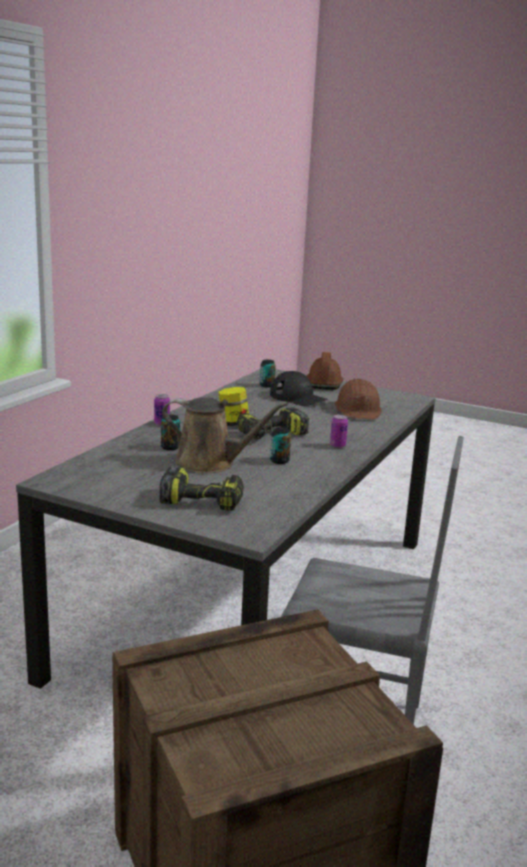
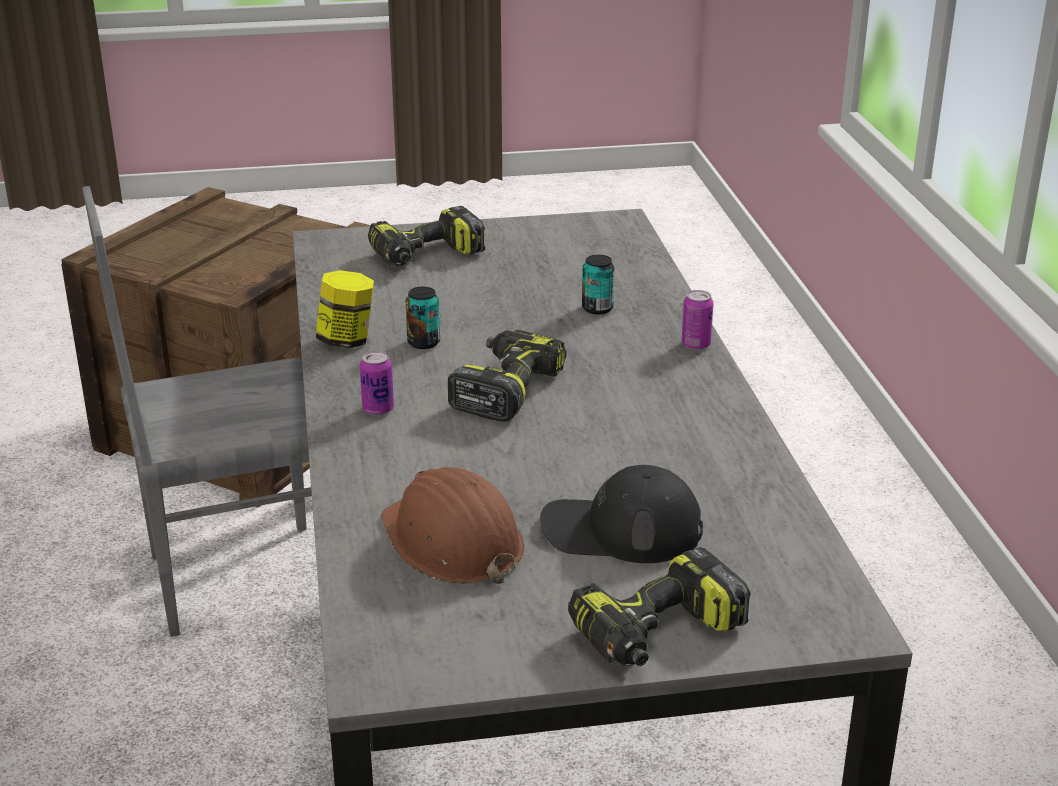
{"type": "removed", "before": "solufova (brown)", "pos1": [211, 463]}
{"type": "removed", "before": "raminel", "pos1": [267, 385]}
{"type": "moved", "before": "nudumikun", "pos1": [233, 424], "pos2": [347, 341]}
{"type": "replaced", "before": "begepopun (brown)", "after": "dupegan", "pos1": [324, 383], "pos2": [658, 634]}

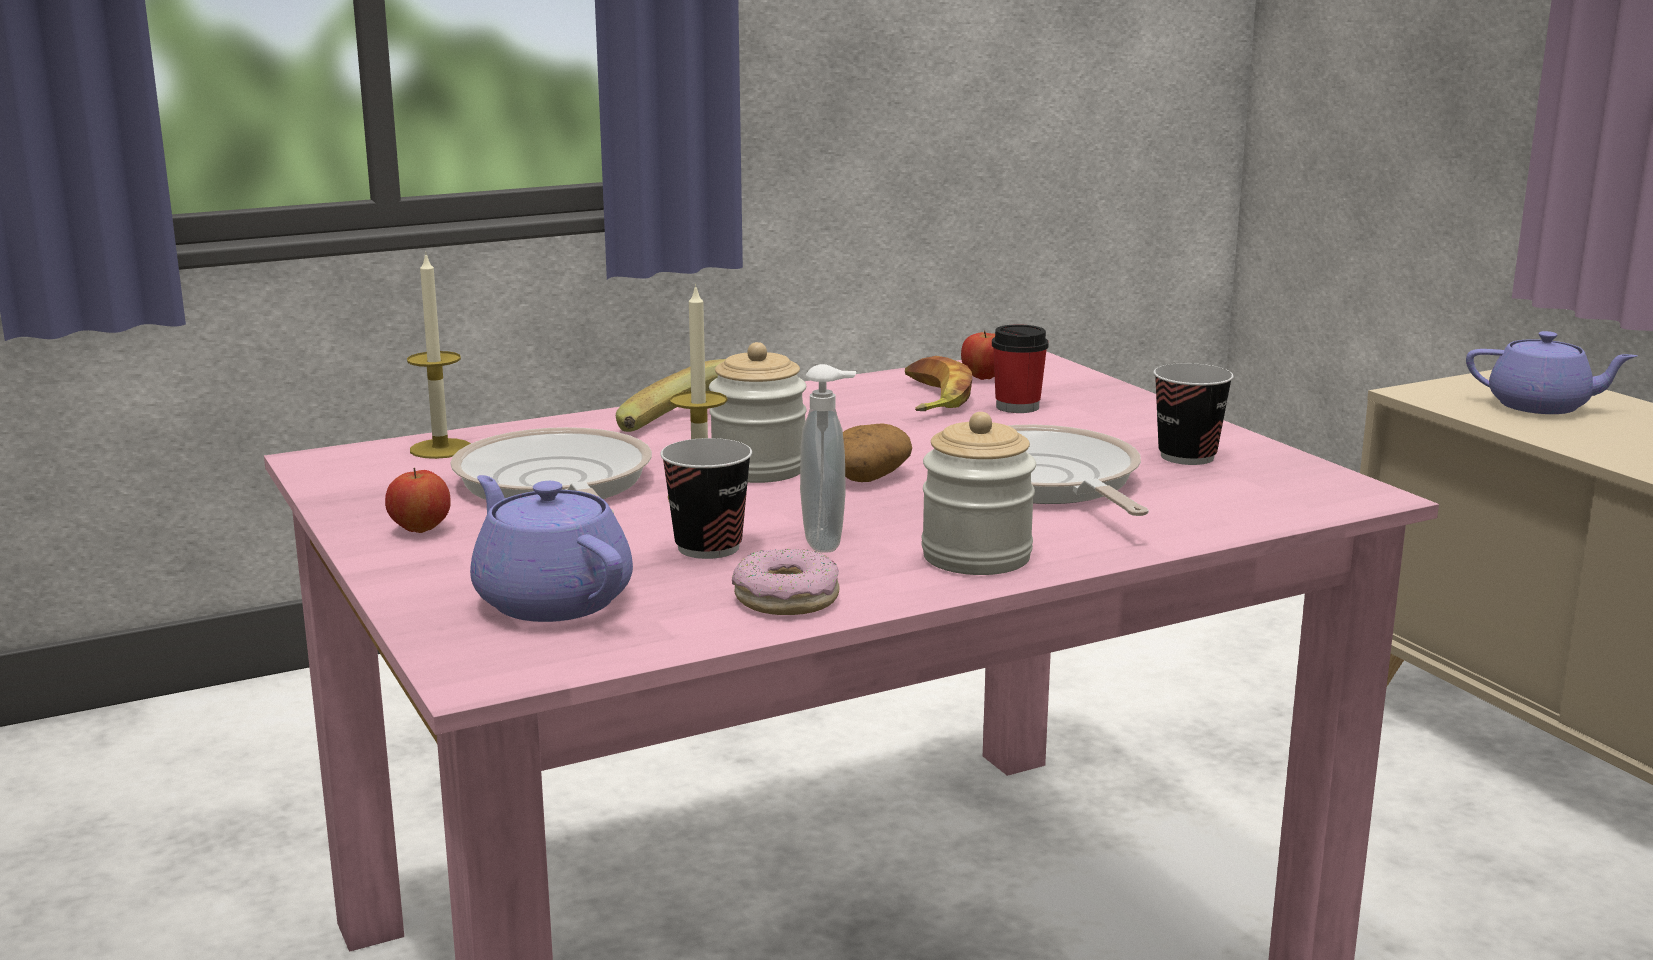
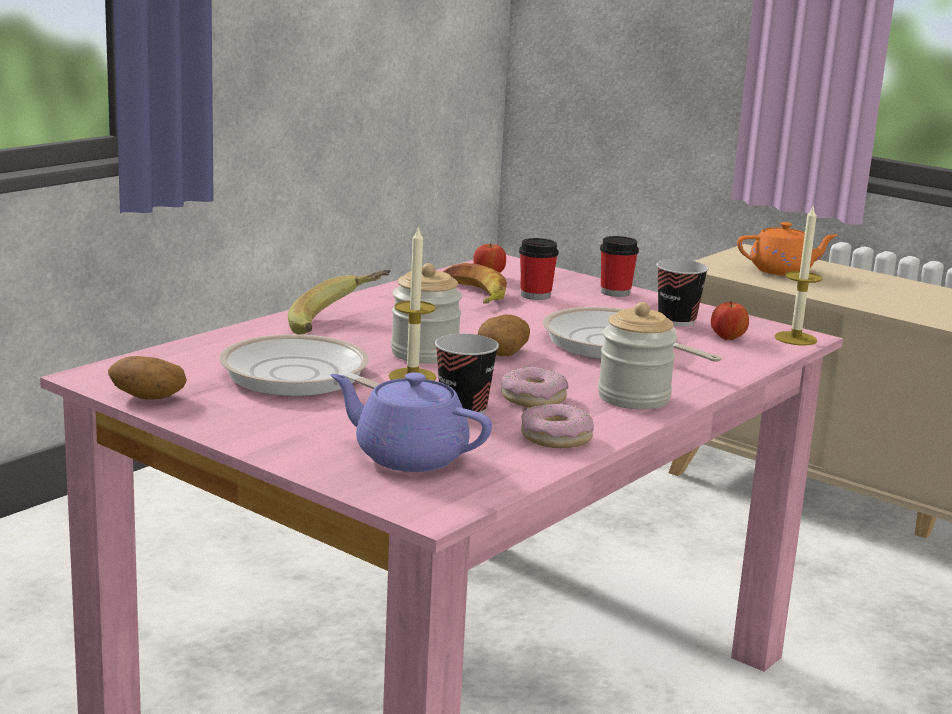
{"type": "added", "after": "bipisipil", "pos2": [147, 397]}
{"type": "added", "after": "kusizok", "pos2": [615, 292]}
{"type": "moved", "before": "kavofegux", "pos1": [420, 530], "pos2": [728, 338]}
{"type": "moved", "before": "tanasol", "pos1": [440, 449], "pos2": [795, 338]}
{"type": "replaced", "before": "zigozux", "after": "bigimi", "pos1": [827, 542], "pos2": [533, 398]}
{"type": "recoloured", "before": "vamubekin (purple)", "after": "vamubekin (orange)", "pos1": [1541, 406], "pos2": [782, 271]}

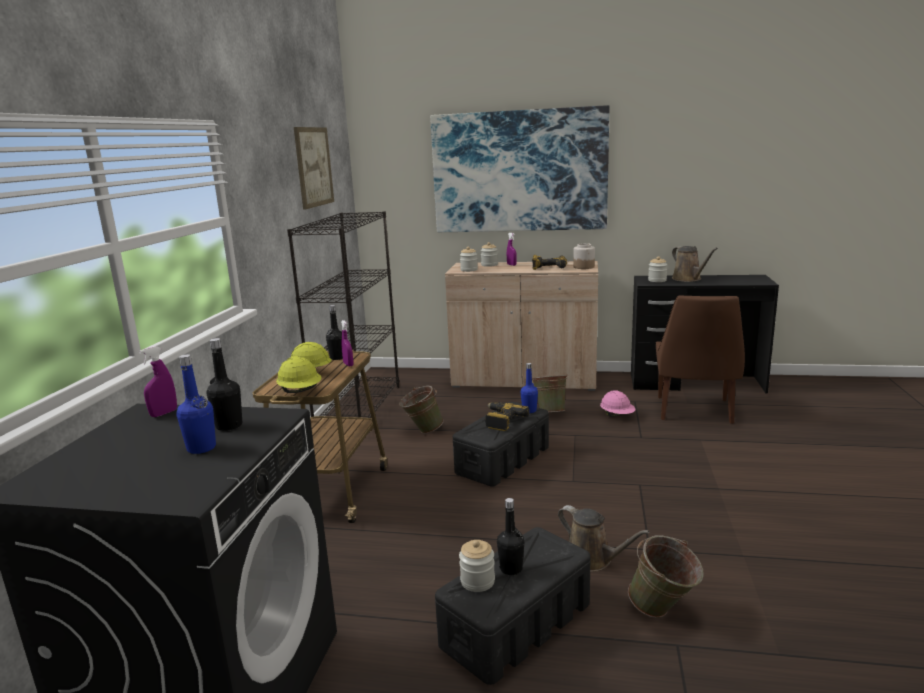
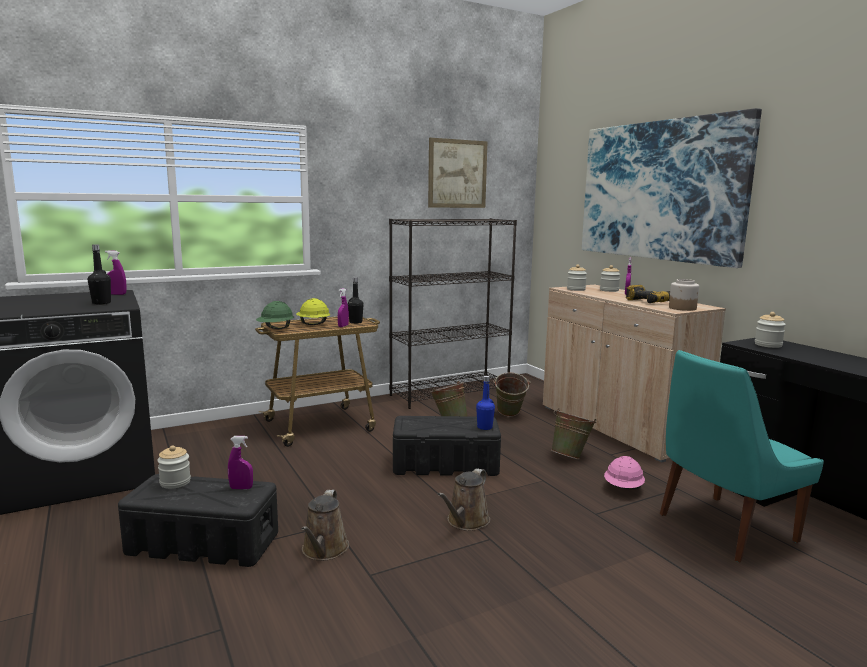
{"type": "removed", "before": "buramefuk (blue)", "pos1": [201, 448]}
{"type": "removed", "before": "dupegan", "pos1": [501, 421]}
{"type": "removed", "before": "buramefuk (black)", "pos1": [511, 569]}
{"type": "added", "after": "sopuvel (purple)", "pos2": [241, 488]}
{"type": "moved", "before": "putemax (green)", "pos1": [663, 612], "pos2": [509, 416]}
{"type": "moved", "before": "solufova (brown)", "pos1": [688, 279], "pos2": [466, 522]}
{"type": "recoloured", "before": "begepopun (yellow)", "after": "begepopun (green)", "pos1": [300, 392], "pos2": [275, 329]}
{"type": "recoloured", "before": "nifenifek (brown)", "after": "nifenifek (turquoise)", "pos1": [694, 411], "pos2": [722, 528]}

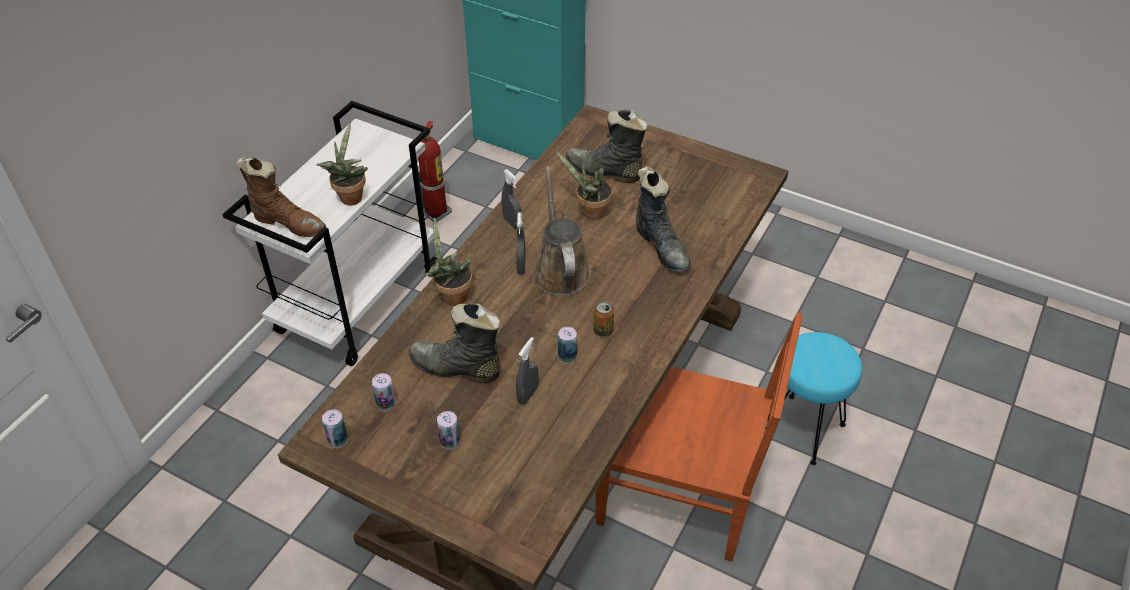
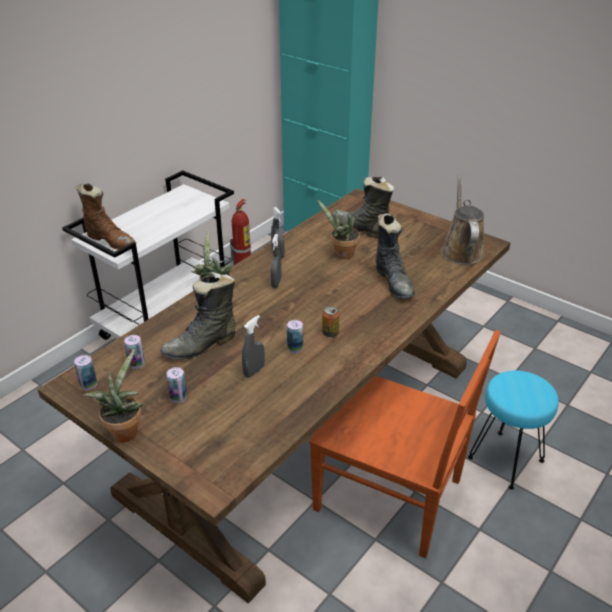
{"type": "moved", "before": "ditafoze", "pos1": [350, 196], "pos2": [124, 430]}
{"type": "moved", "before": "solufova (brown)", "pos1": [560, 270], "pos2": [461, 250]}
{"type": "turned", "before": "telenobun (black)", "pos1": [456, 368], "pos2": [202, 346], "turn": -60}

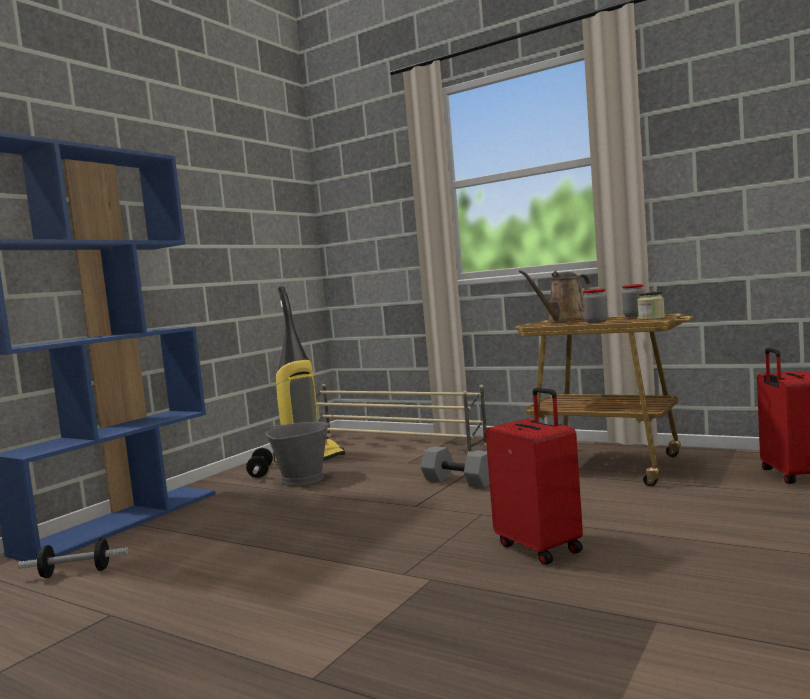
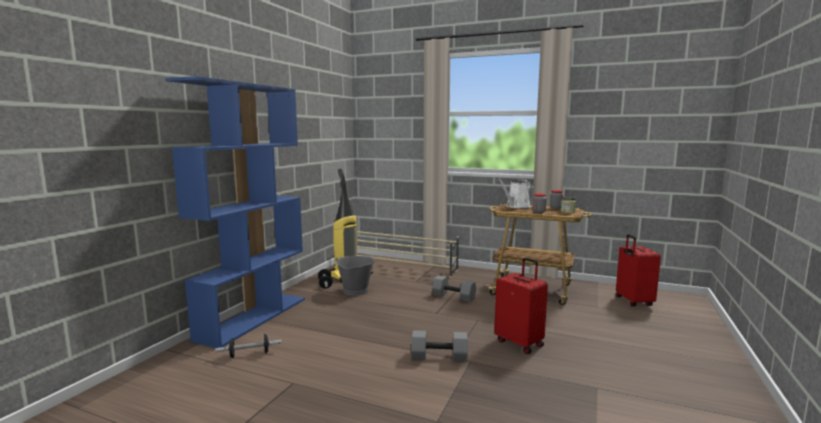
{"type": "added", "after": "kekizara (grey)", "pos2": [438, 357]}
{"type": "recoloured", "before": "solufova (brown)", "after": "solufova (white)", "pos1": [565, 320], "pos2": [516, 206]}

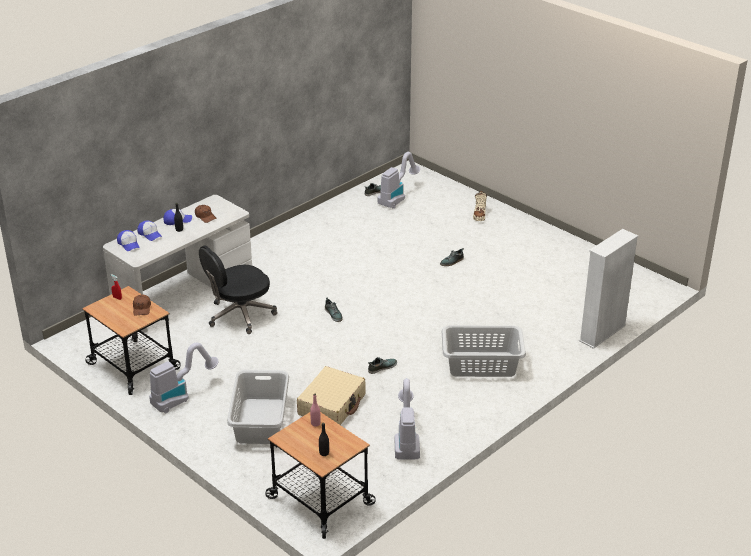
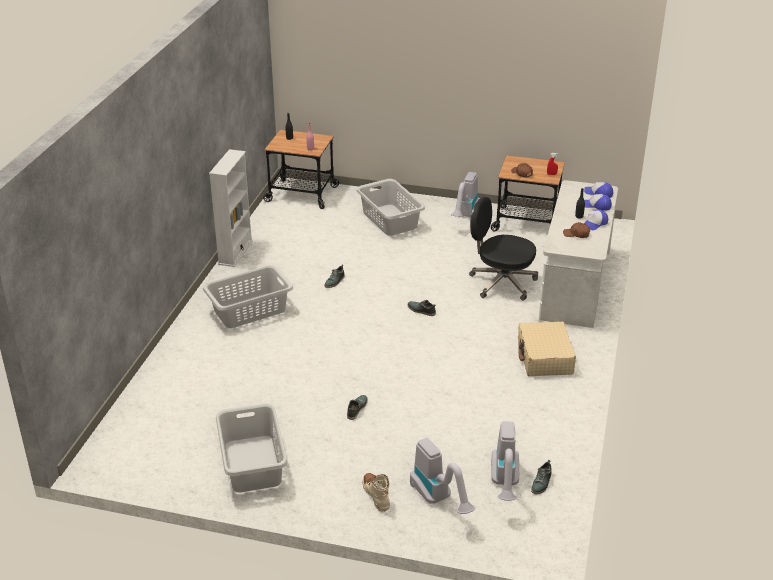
{"type": "added", "after": "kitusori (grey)", "pos2": [252, 464]}
{"type": "moved", "before": "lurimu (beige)", "pos1": [332, 405], "pos2": [544, 357]}
{"type": "moved", "before": "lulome", "pos1": [406, 439], "pos2": [439, 499]}
{"type": "moved", "before": "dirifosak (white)", "pos1": [602, 333], "pos2": [235, 252]}
{"type": "turned", "before": "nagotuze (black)", "pos1": [239, 315], "pos2": [501, 283], "turn": -90}

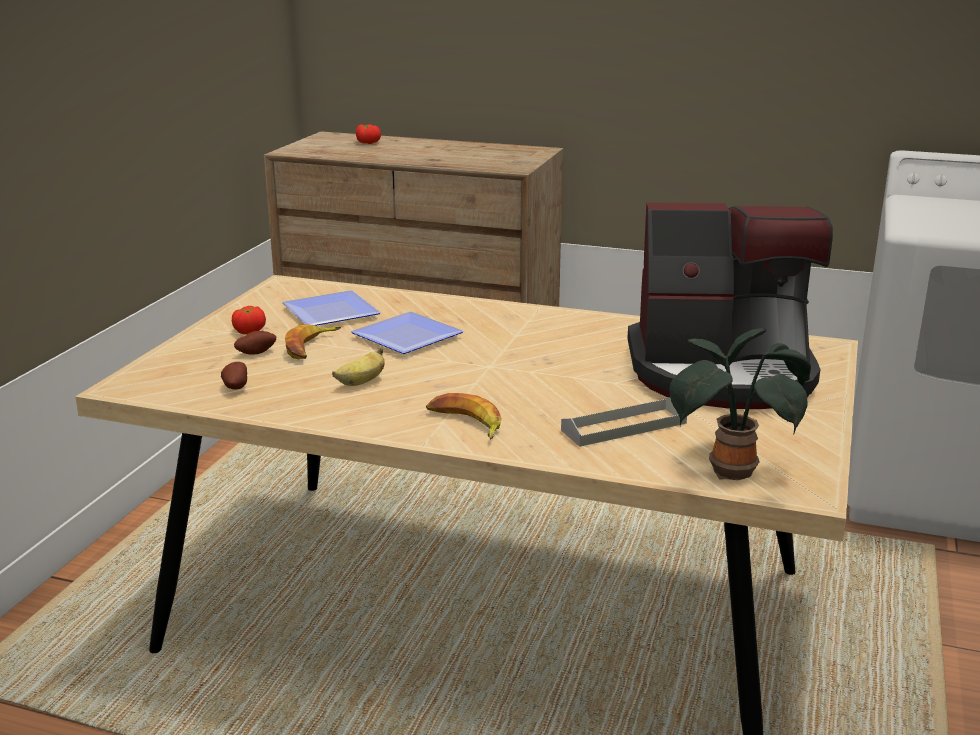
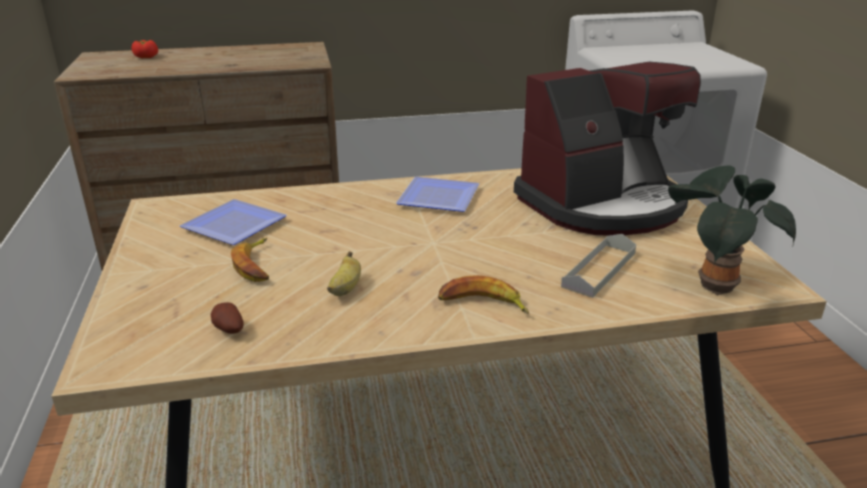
{"type": "removed", "before": "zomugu", "pos1": [248, 331]}
{"type": "removed", "before": "bipisipil", "pos1": [256, 352]}
{"type": "moved", "before": "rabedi", "pos1": [407, 339], "pos2": [440, 199]}

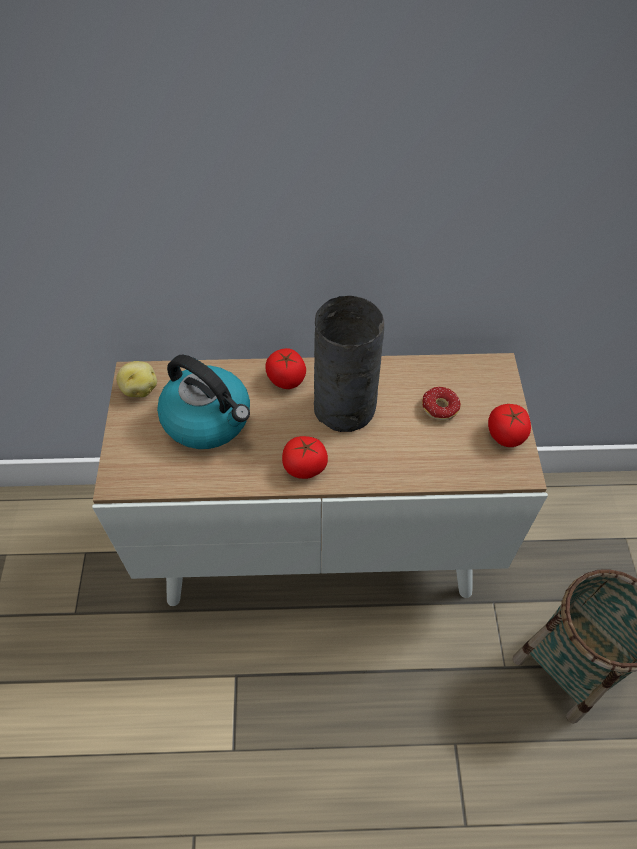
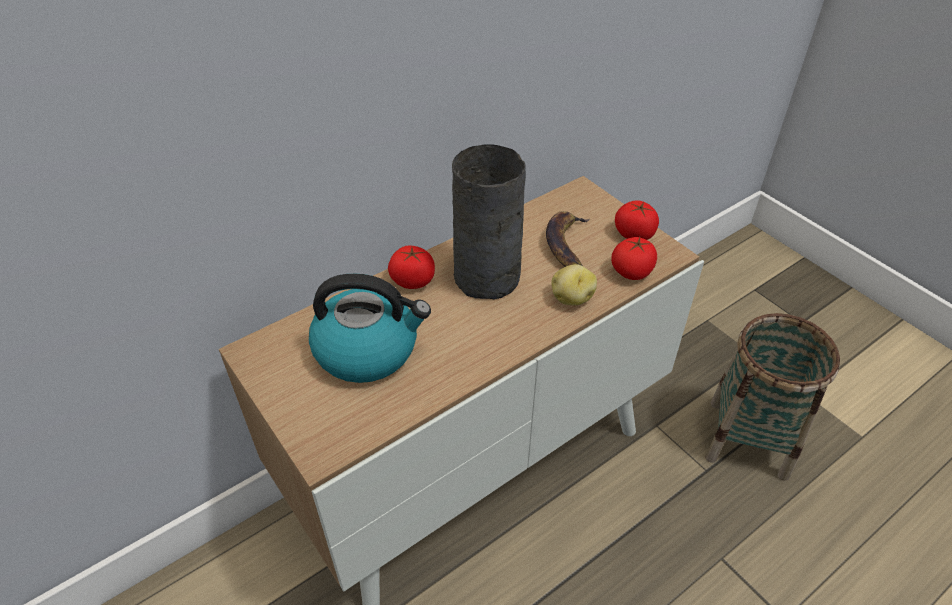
{"type": "moved", "before": "bipisipil", "pos1": [140, 388], "pos2": [571, 298]}
{"type": "moved", "before": "zomugu", "pos1": [305, 466], "pos2": [631, 272]}
{"type": "replaced", "before": "bigimi", "after": "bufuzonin", "pos1": [436, 412], "pos2": [566, 244]}

